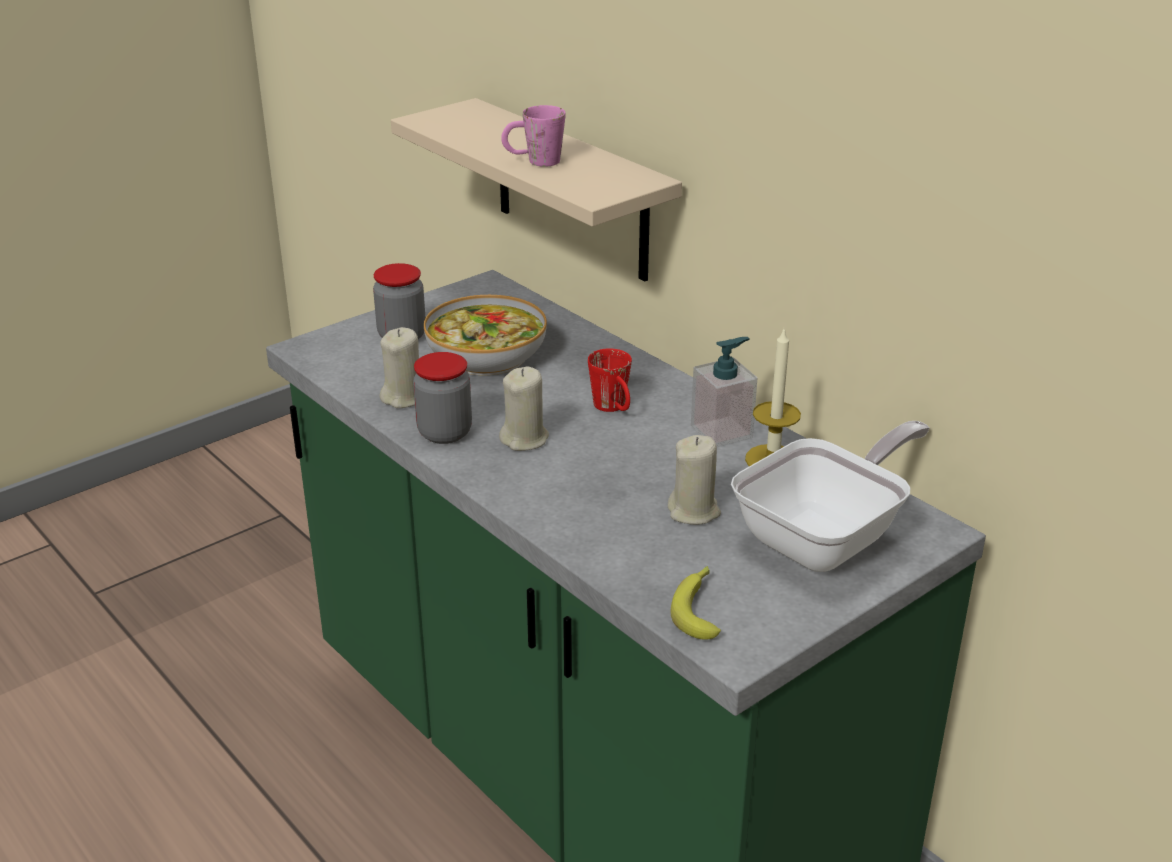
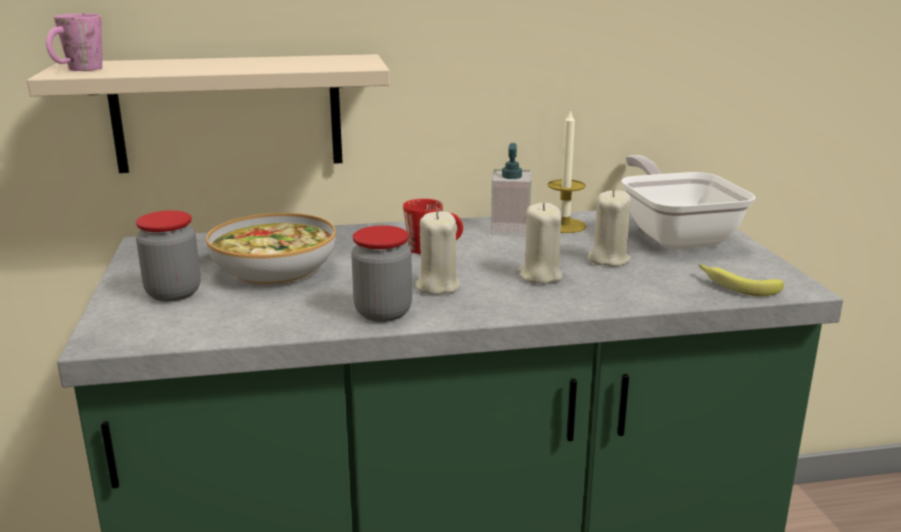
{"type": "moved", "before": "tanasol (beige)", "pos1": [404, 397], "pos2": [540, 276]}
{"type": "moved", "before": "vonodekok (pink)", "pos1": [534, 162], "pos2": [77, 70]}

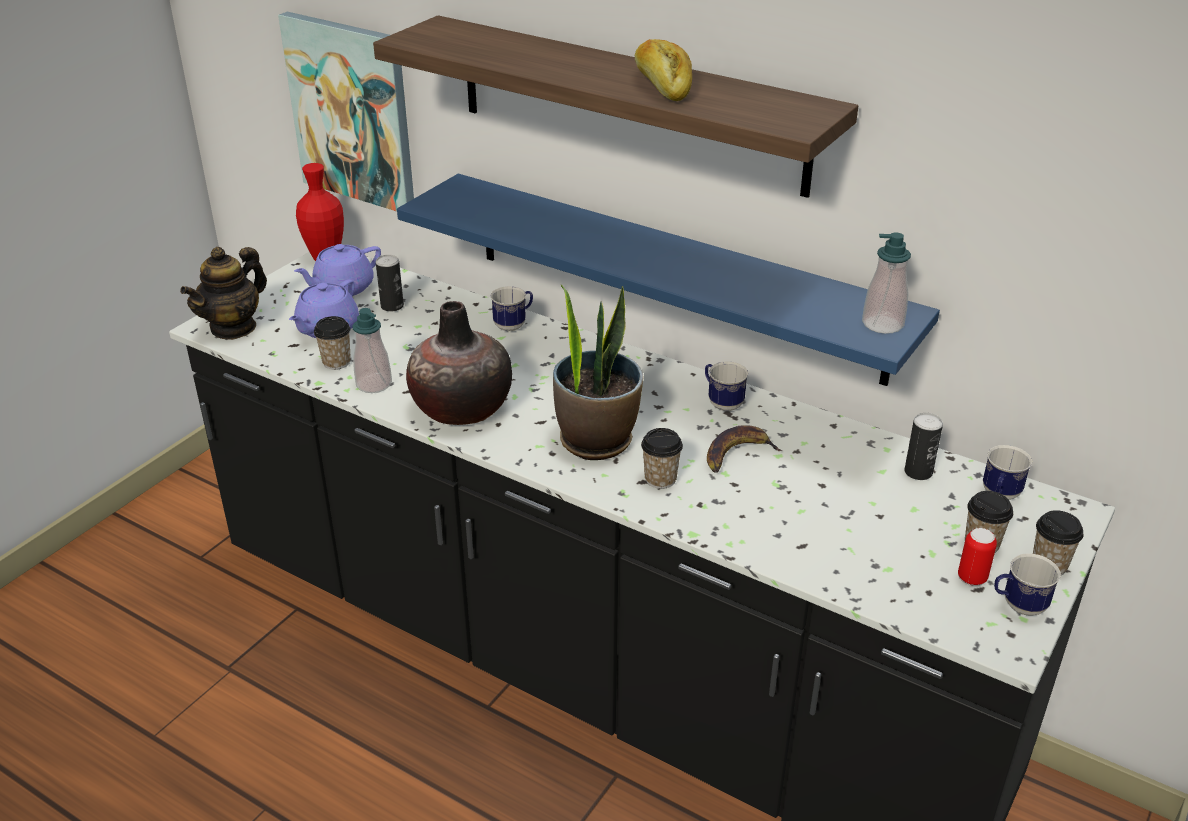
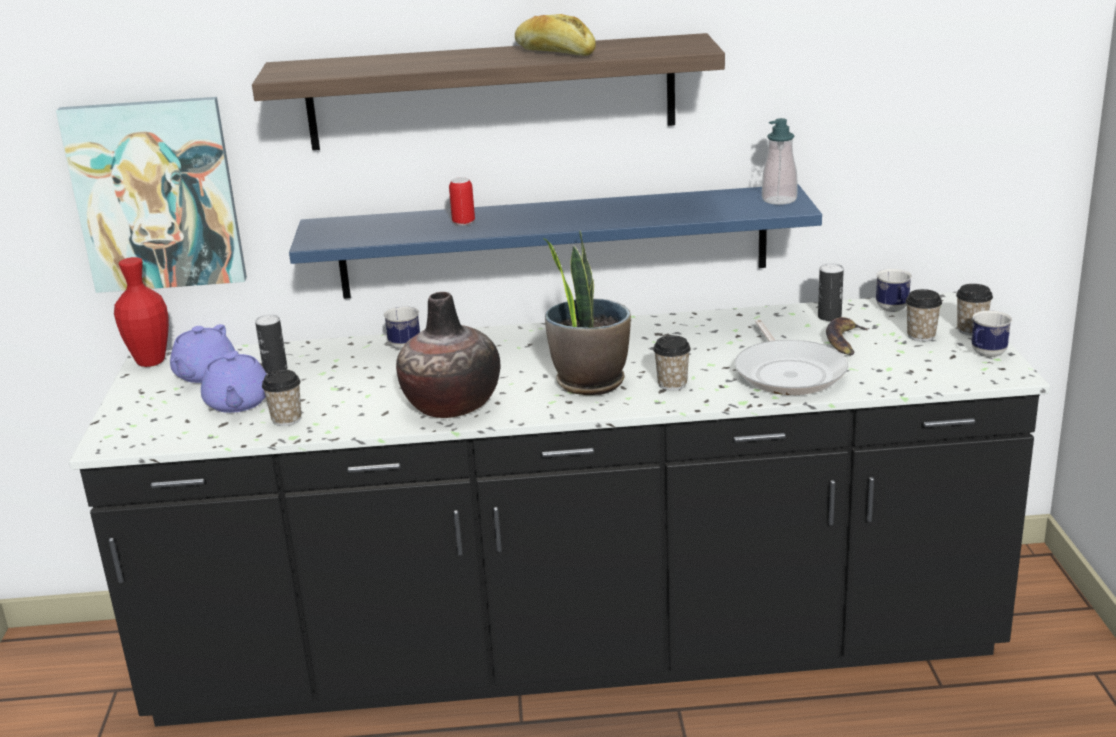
{"type": "removed", "before": "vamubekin", "pos1": [233, 327]}
{"type": "removed", "before": "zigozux", "pos1": [374, 384]}
{"type": "removed", "before": "vonodekok", "pos1": [721, 402]}
{"type": "added", "after": "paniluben", "pos2": [788, 372]}
{"type": "moved", "before": "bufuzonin", "pos1": [737, 454], "pos2": [845, 341]}
{"type": "moved", "before": "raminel", "pos1": [972, 578], "pos2": [463, 223]}

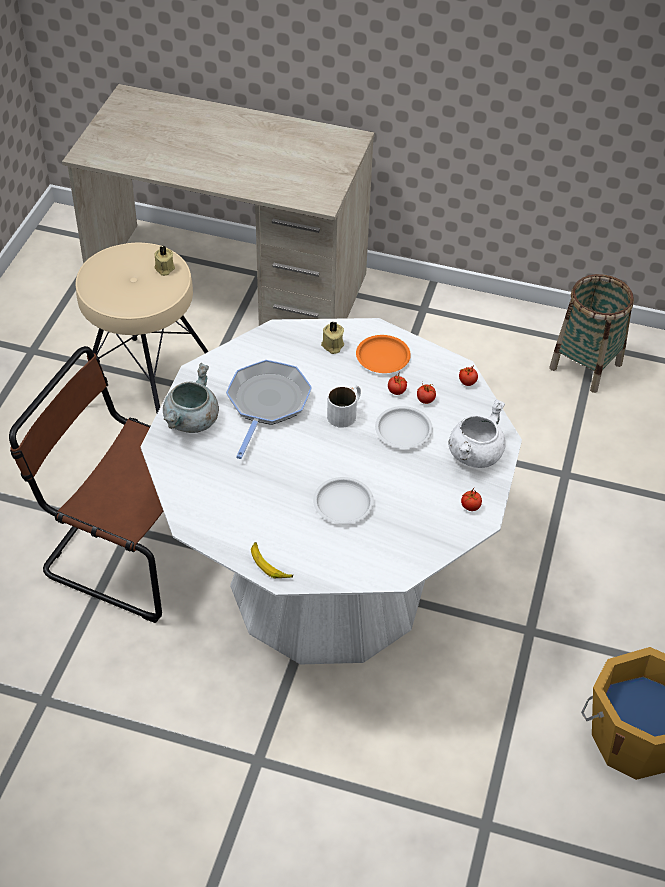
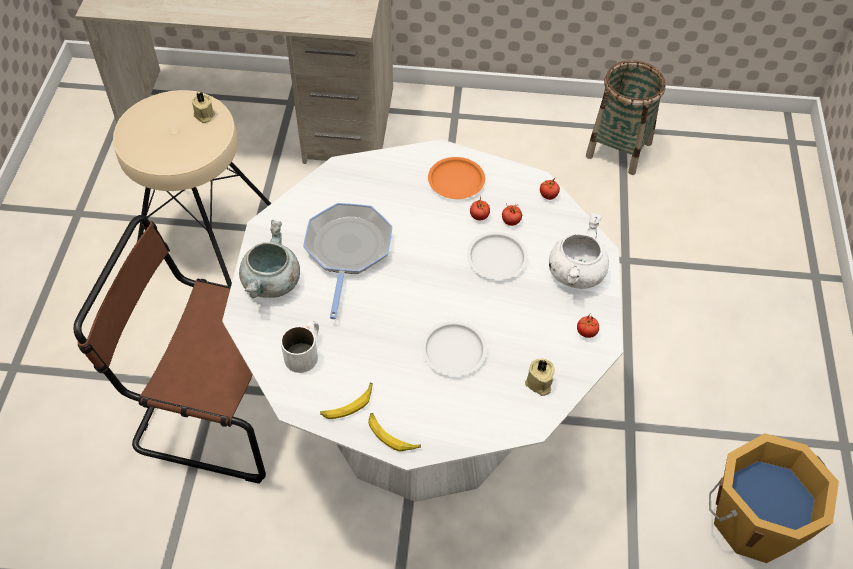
{"type": "added", "after": "bufuzonin", "pos2": [348, 405]}
{"type": "moved", "before": "tanasol (beige)", "pos1": [332, 346], "pos2": [539, 383]}
{"type": "moved", "before": "vonodekok (white)", "pos1": [346, 412], "pos2": [305, 351]}

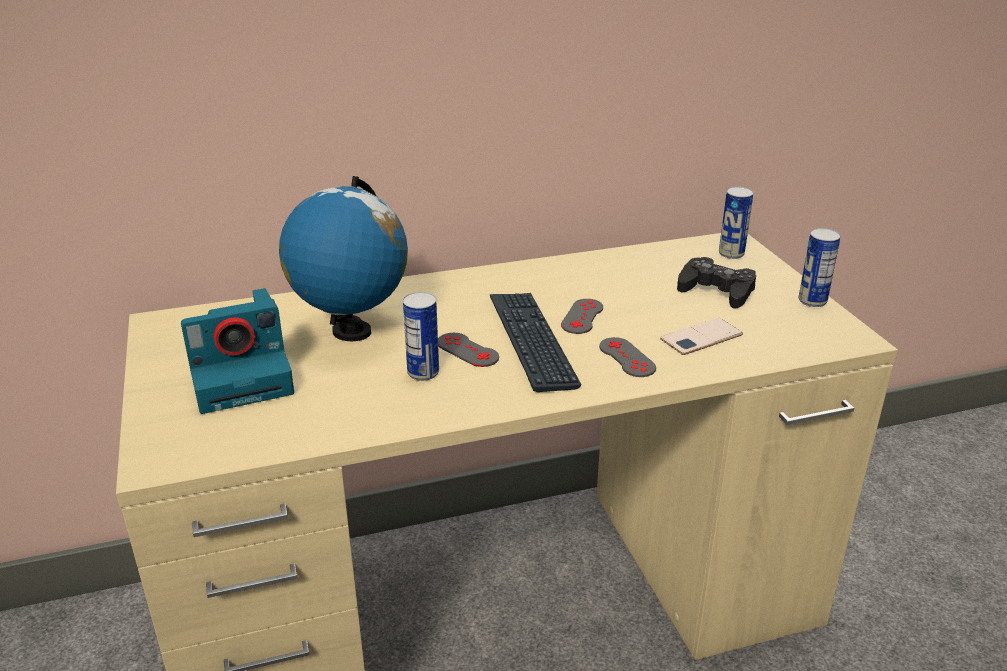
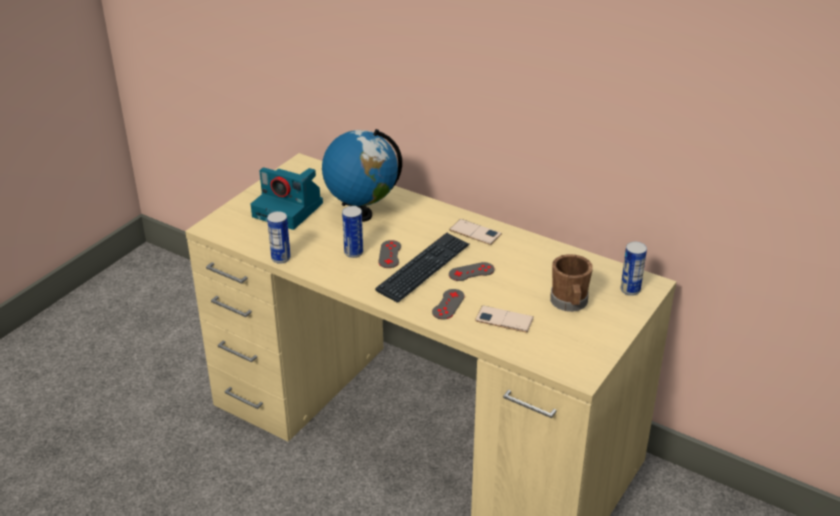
{"type": "added", "after": "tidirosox", "pos2": [475, 232]}
{"type": "moved", "before": "raminel", "pos1": [812, 301], "pos2": [281, 258]}
{"type": "replaced", "before": "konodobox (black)", "after": "vonodekok (brown)", "pos1": [716, 290], "pos2": [569, 303]}

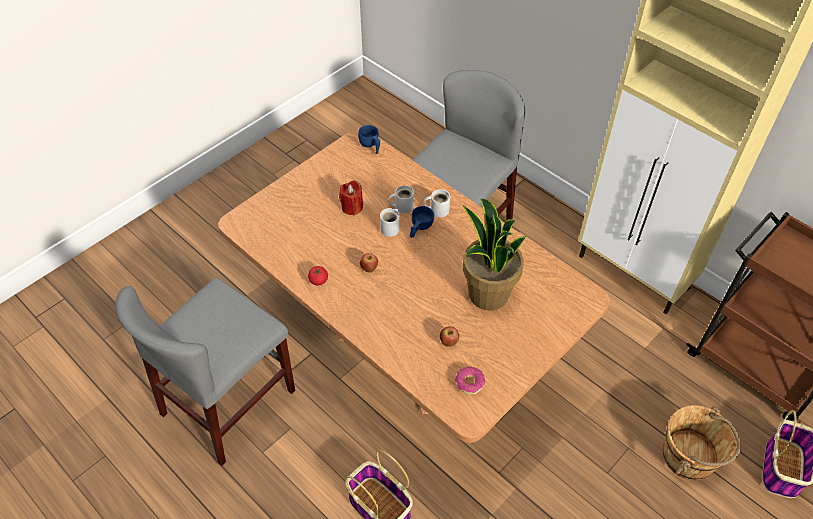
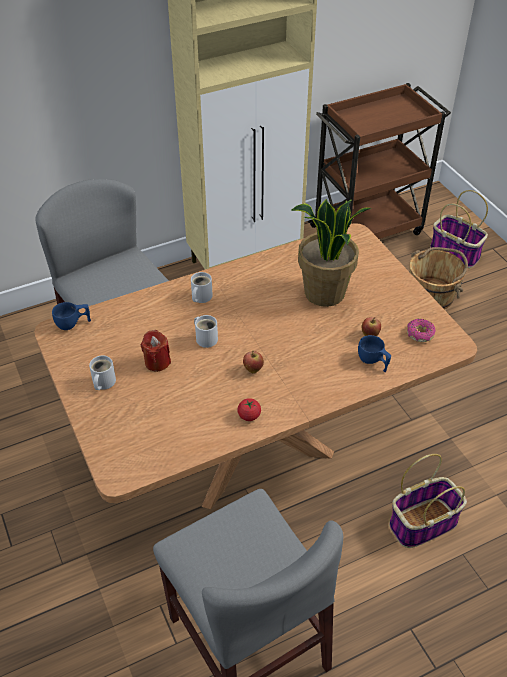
{"type": "moved", "before": "vonodekok (white)", "pos1": [402, 206], "pos2": [102, 382]}
{"type": "moved", "before": "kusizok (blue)", "pos1": [419, 228], "pos2": [373, 361]}

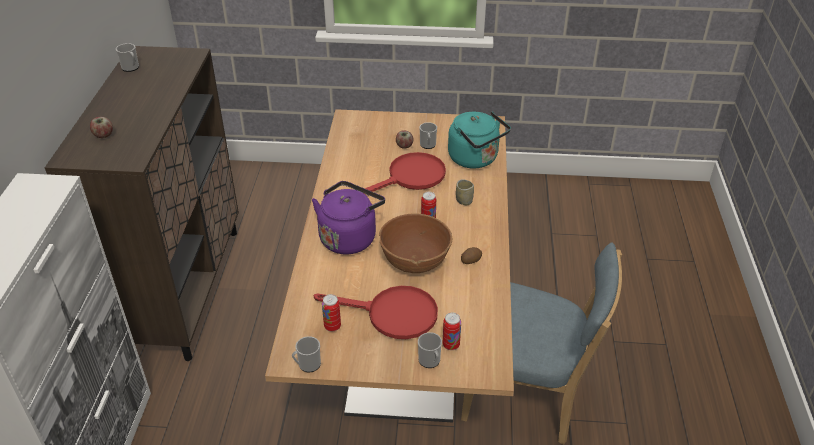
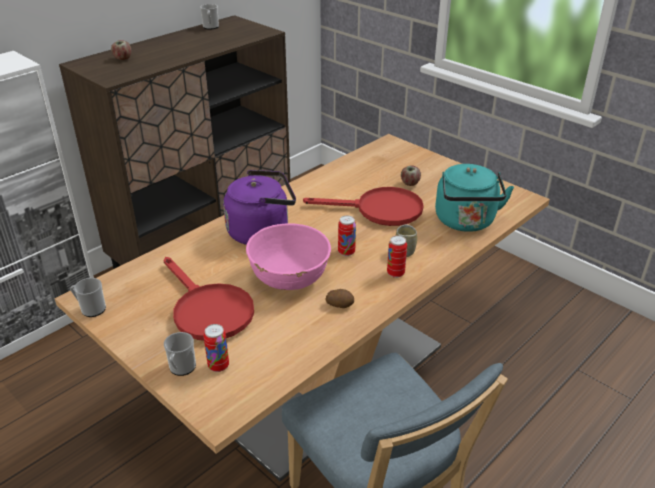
{"type": "removed", "before": "vonodekok", "pos1": [428, 145]}
{"type": "moved", "before": "raminel", "pos1": [332, 326], "pos2": [395, 273]}
{"type": "recoloured", "before": "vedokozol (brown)", "after": "vedokozol (pink)", "pos1": [415, 260], "pos2": [289, 277]}

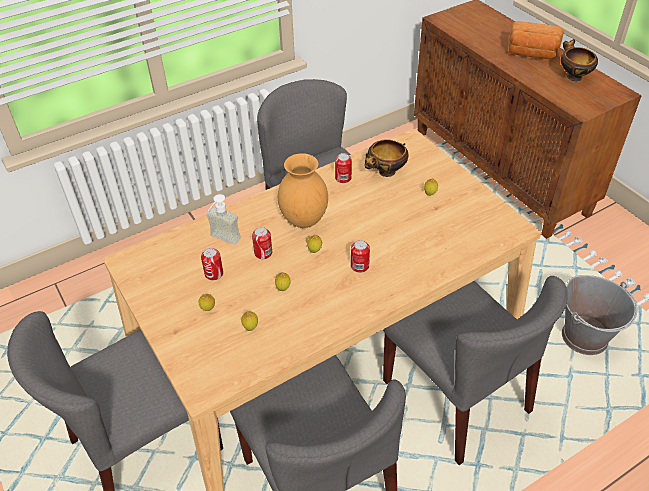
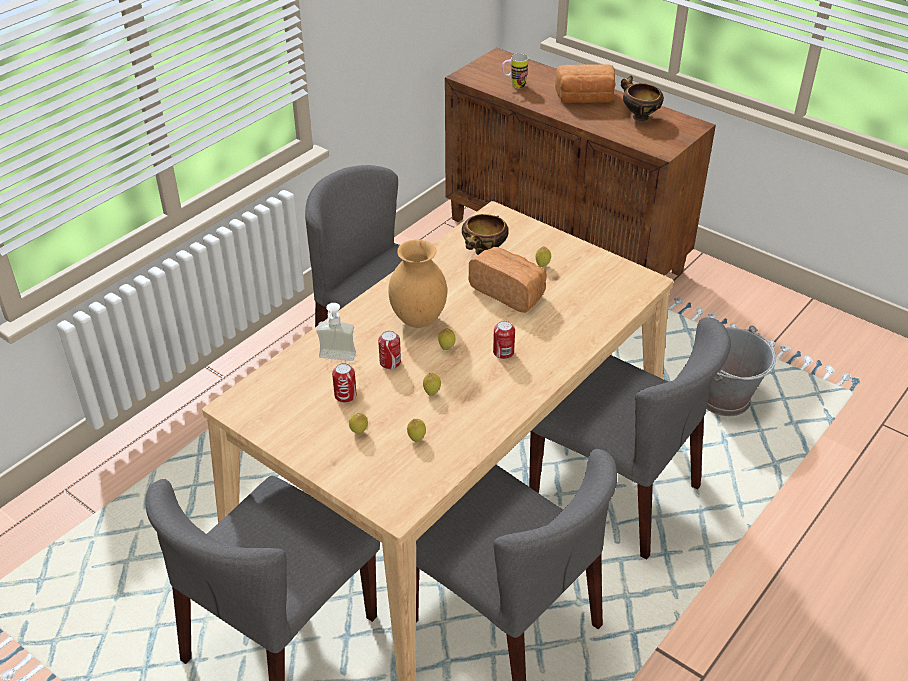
{"type": "removed", "before": "raminel", "pos1": [343, 178]}
{"type": "added", "after": "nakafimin", "pos2": [509, 292]}
{"type": "added", "after": "vonodekok", "pos2": [514, 86]}

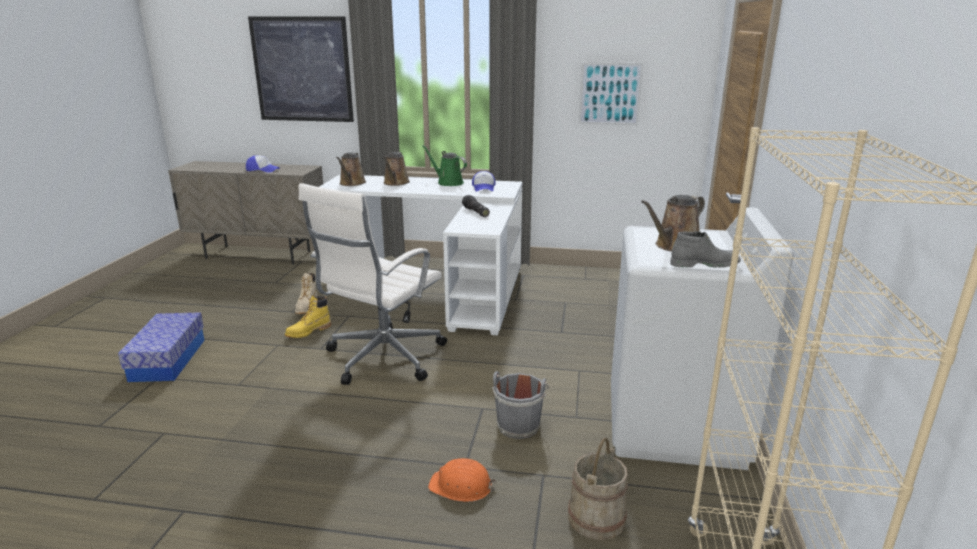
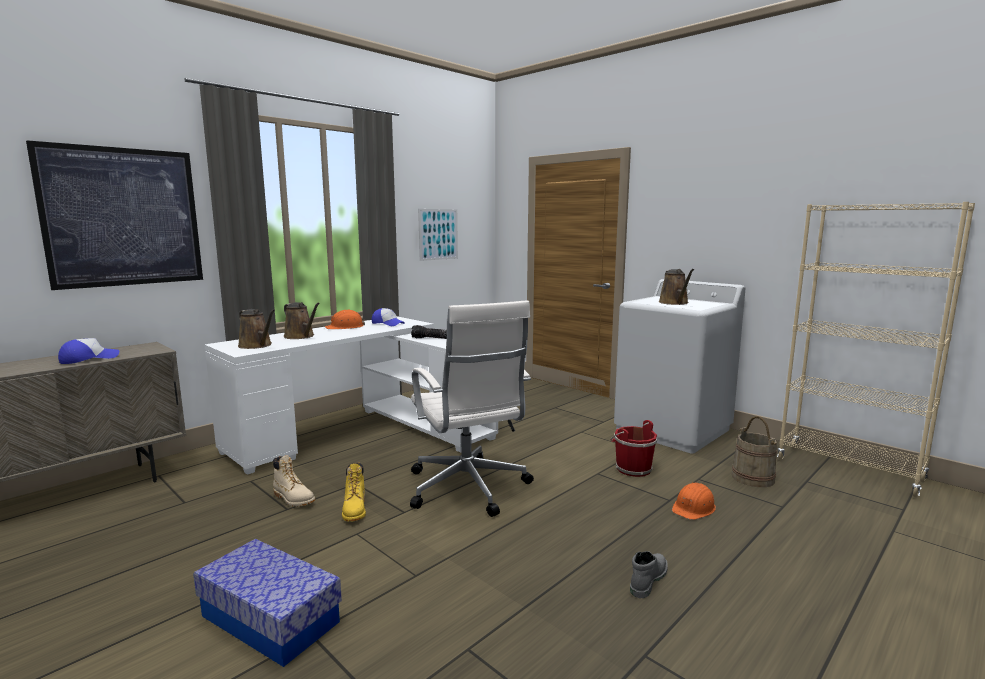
{"type": "moved", "before": "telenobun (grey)", "pos1": [704, 265], "pos2": [647, 579]}
{"type": "replaced", "before": "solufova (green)", "after": "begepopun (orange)", "pos1": [448, 182], "pos2": [345, 327]}
{"type": "recoloured", "before": "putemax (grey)", "after": "putemax (red)", "pos1": [518, 425], "pos2": [632, 468]}

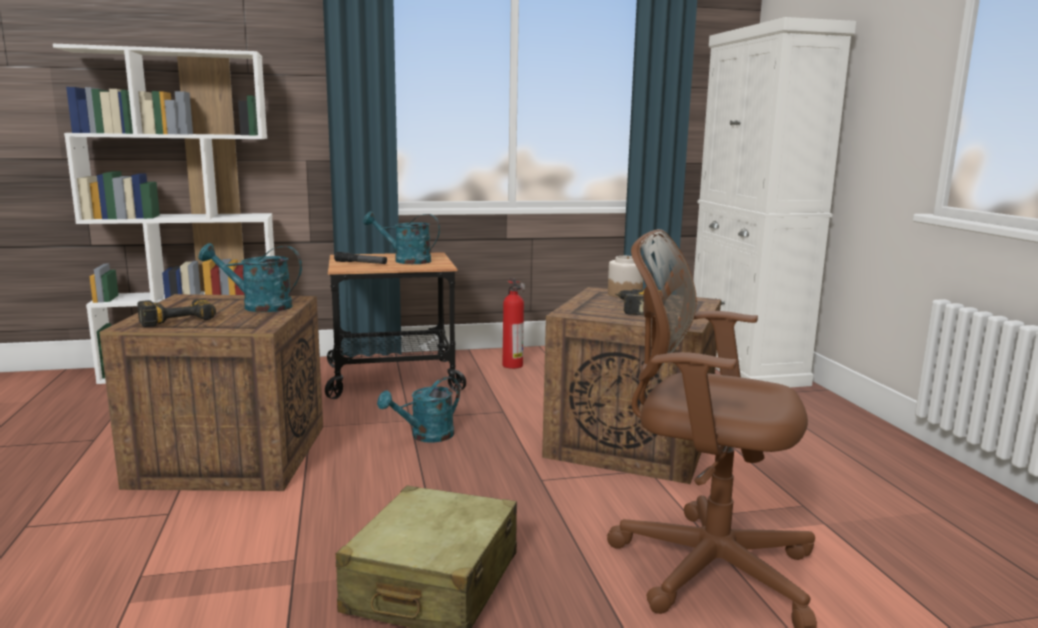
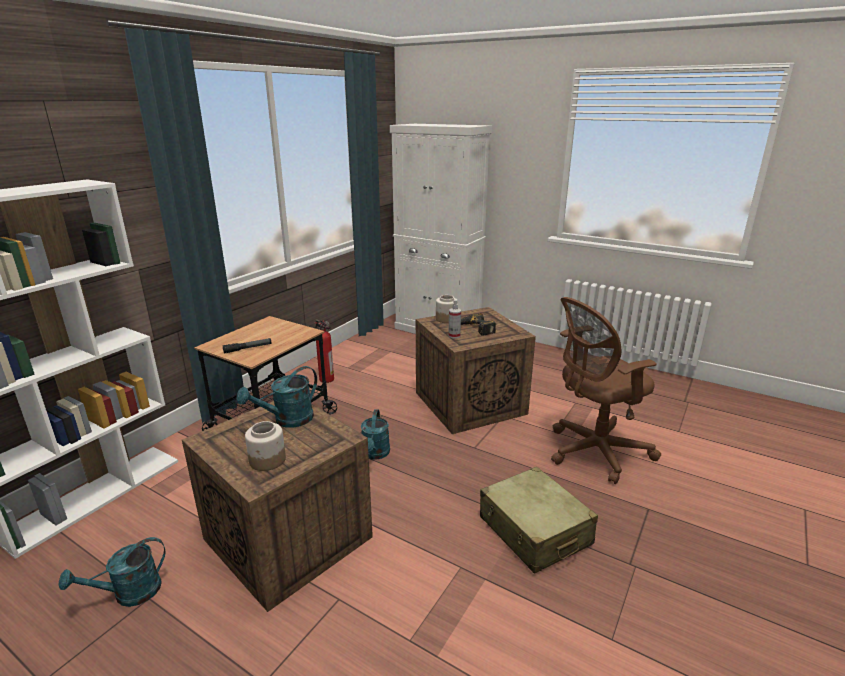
{"type": "added", "after": "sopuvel", "pos2": [454, 336]}
{"type": "moved", "before": "solufova (turquoise)", "pos1": [405, 261], "pos2": [129, 594]}
{"type": "replaced", "before": "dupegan", "after": "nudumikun", "pos1": [176, 319], "pos2": [267, 460]}

